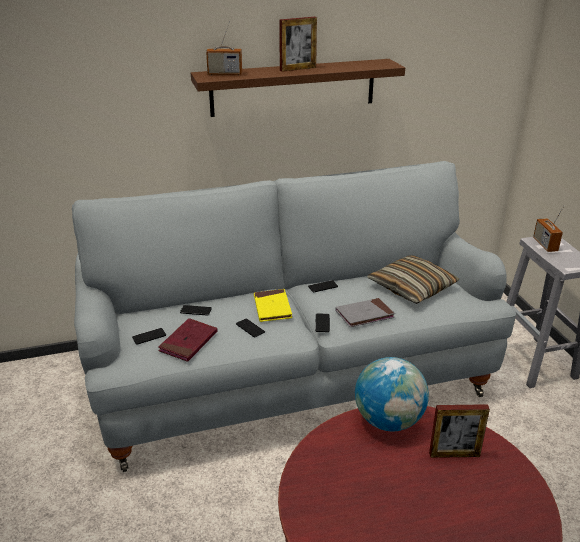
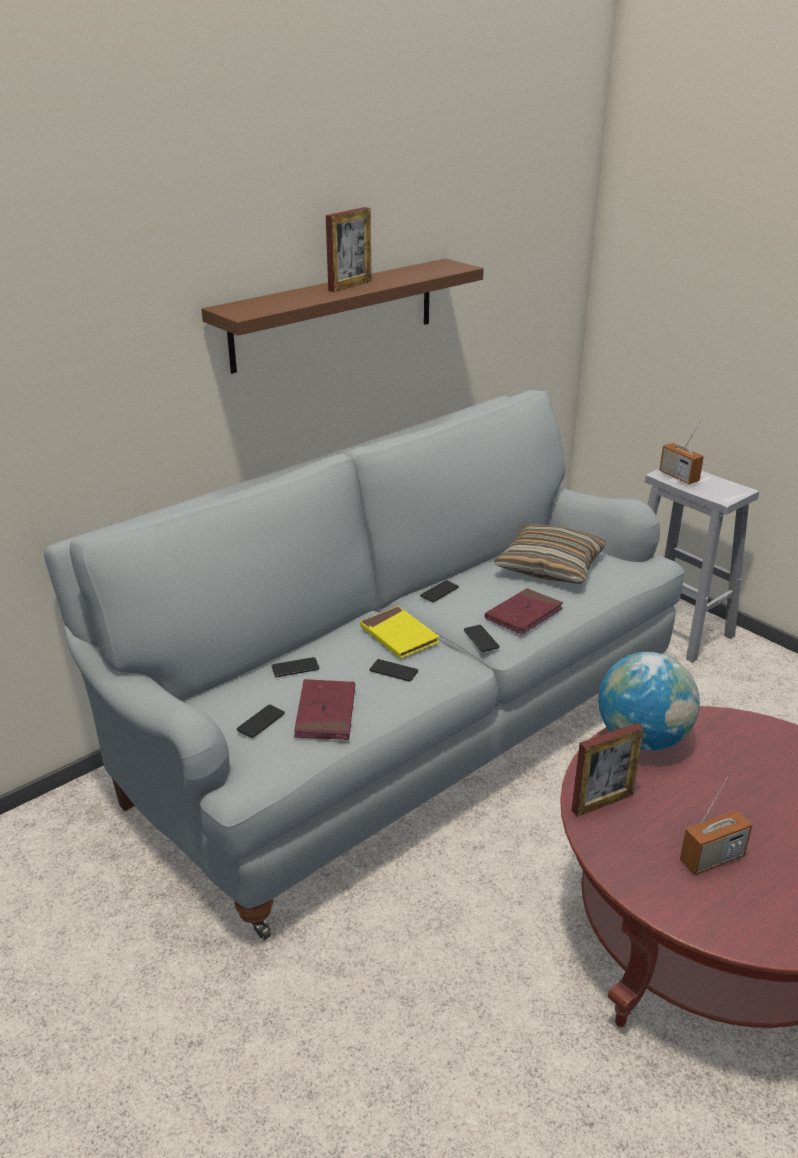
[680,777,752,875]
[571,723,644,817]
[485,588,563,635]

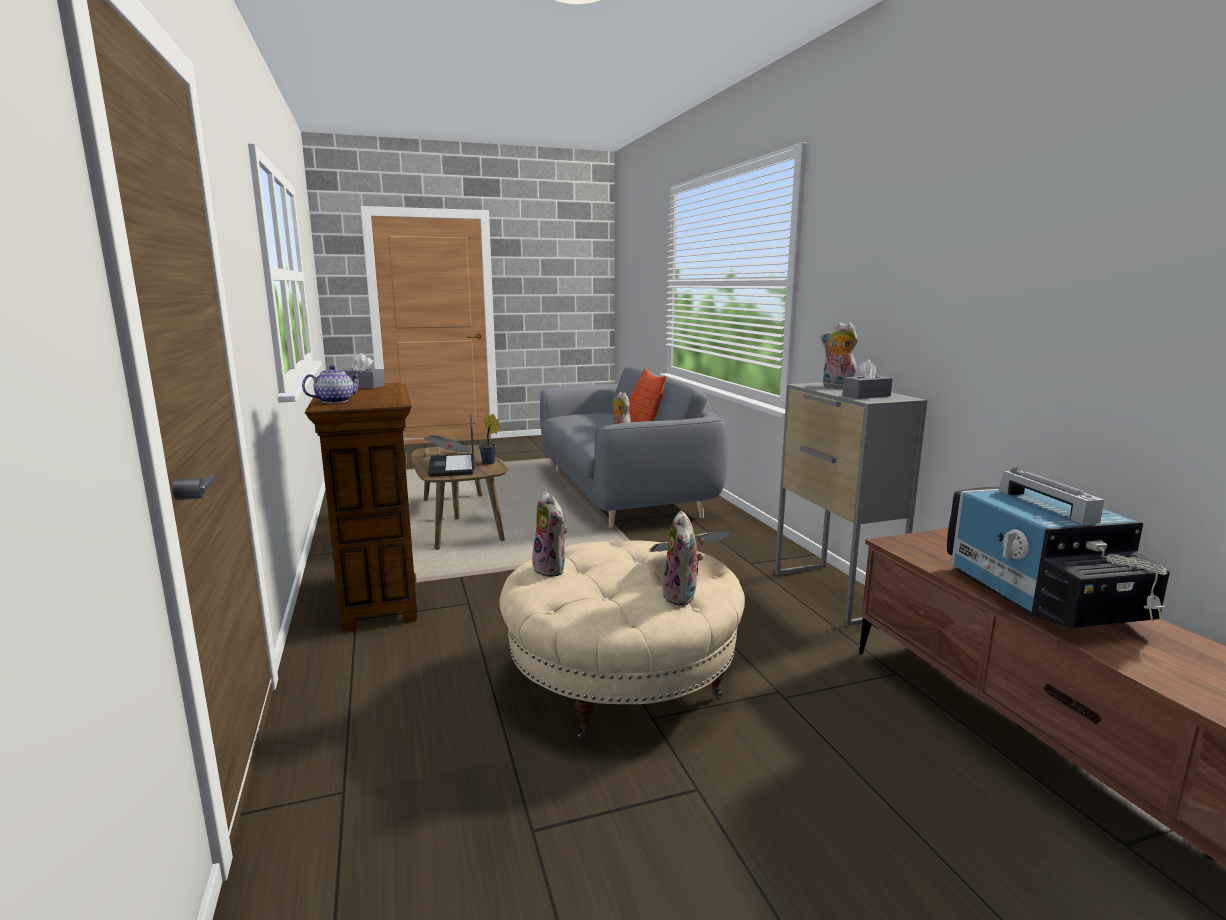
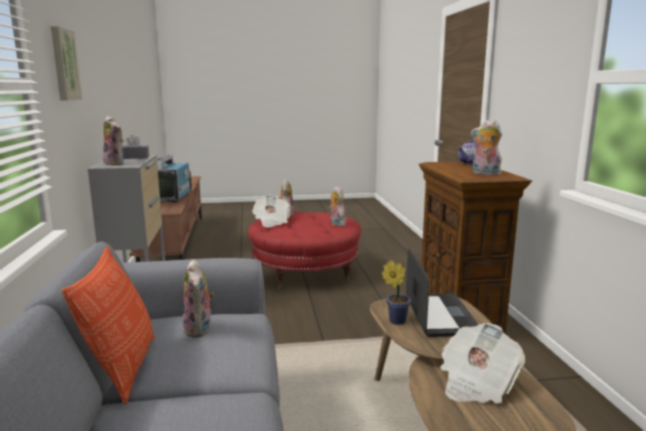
[51,26,82,101]
[471,120,502,176]
[248,212,361,289]

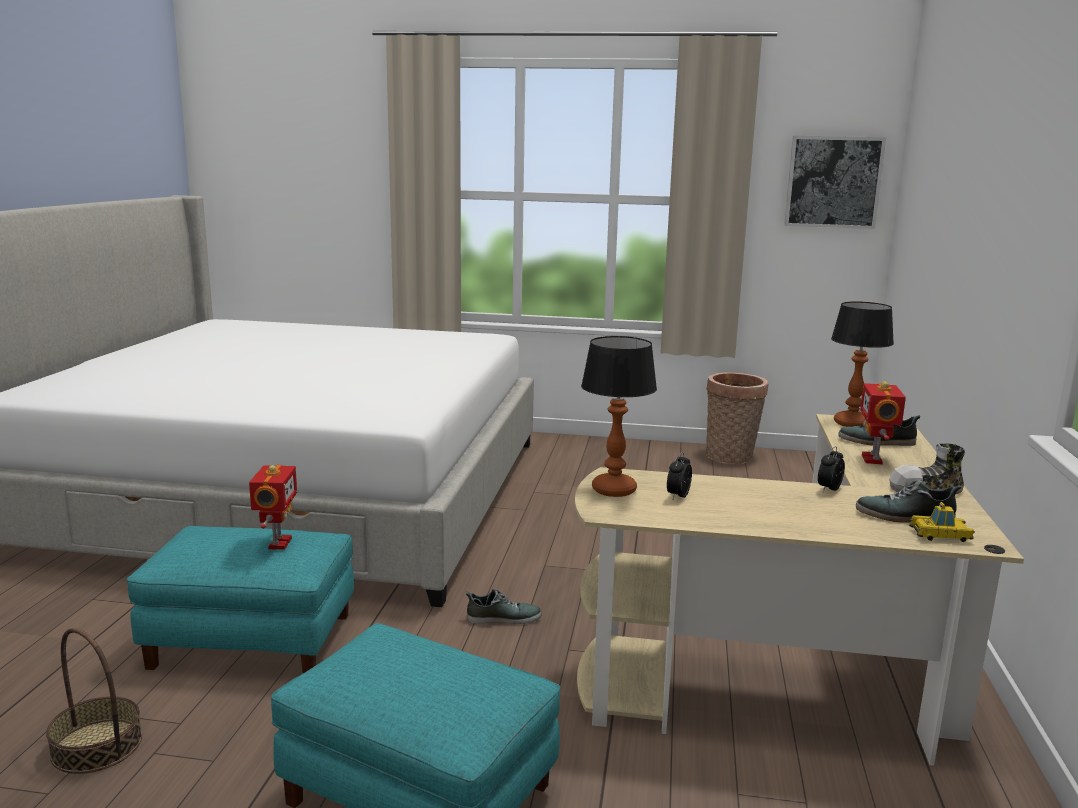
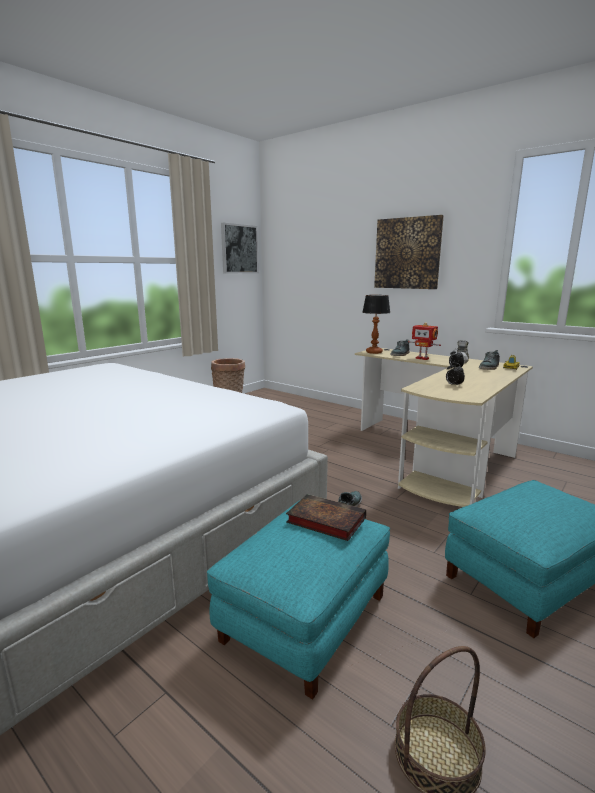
[581,336,657,497] (first image)
[374,215,444,289]
[286,494,366,541]

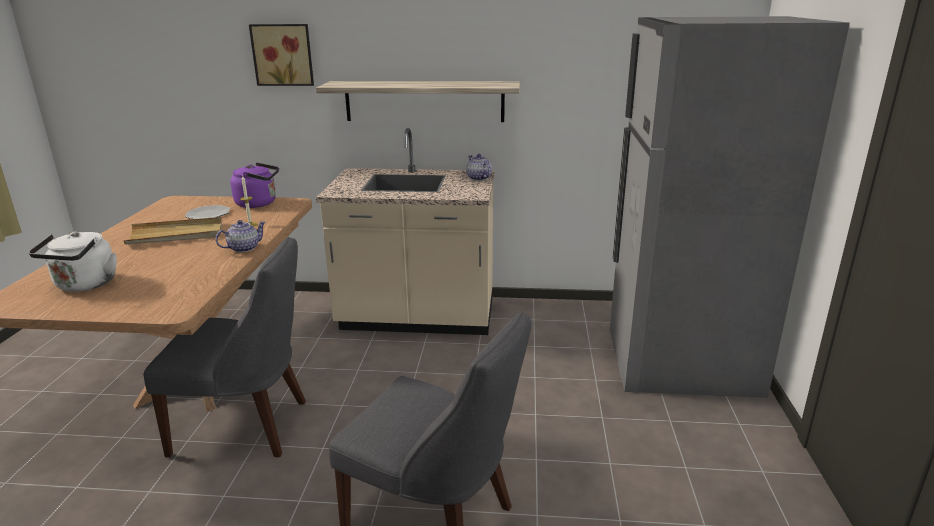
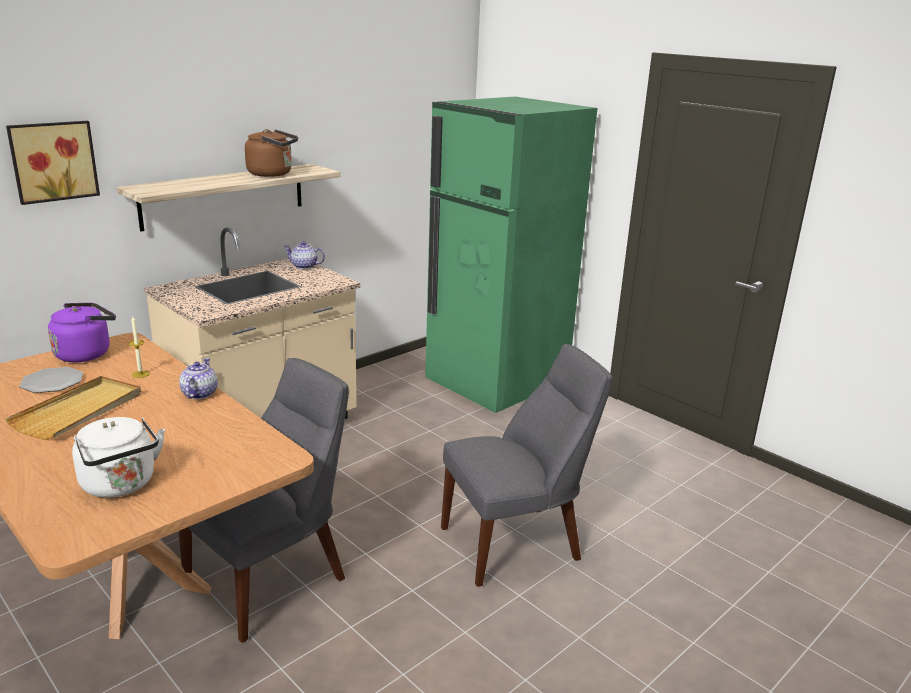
[245,129,298,177]
[425,97,597,413]

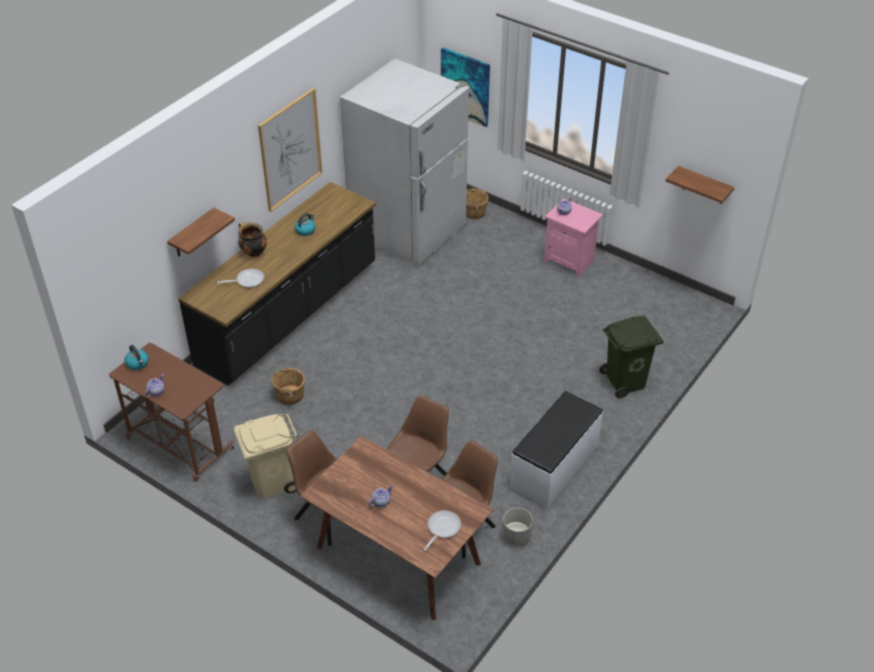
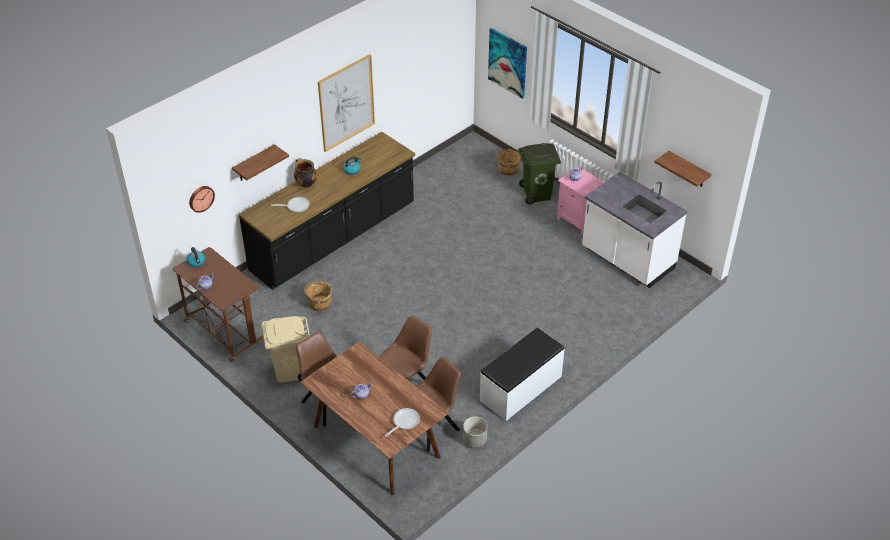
[340,58,469,265] (first image)
[189,186,215,213]
[582,172,688,288]
[518,143,561,204]

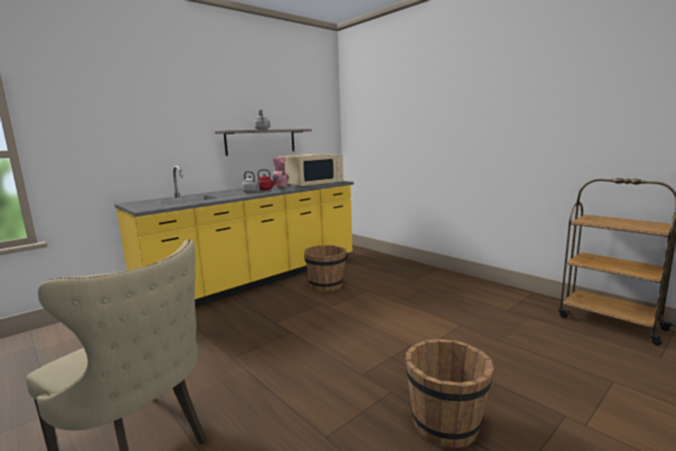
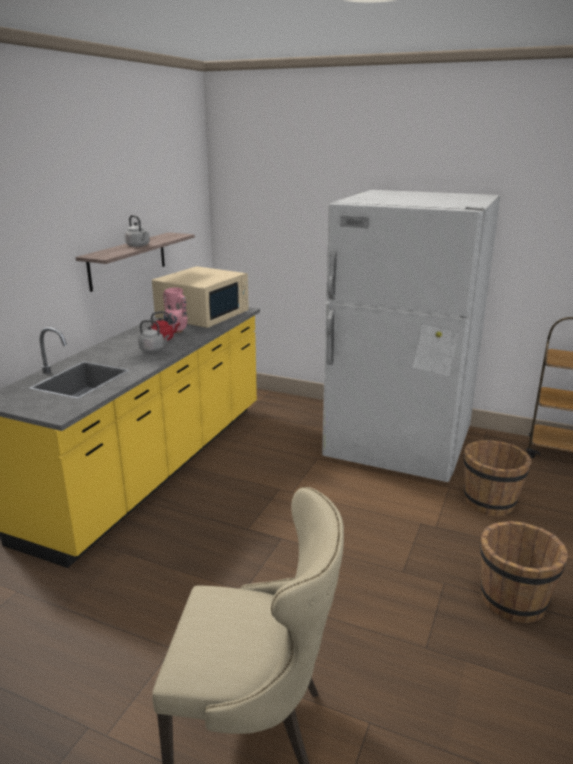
[322,190,501,482]
[464,440,532,516]

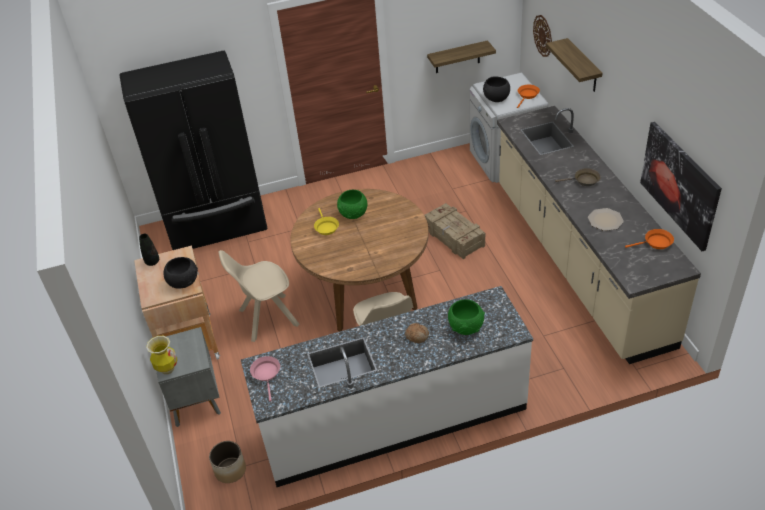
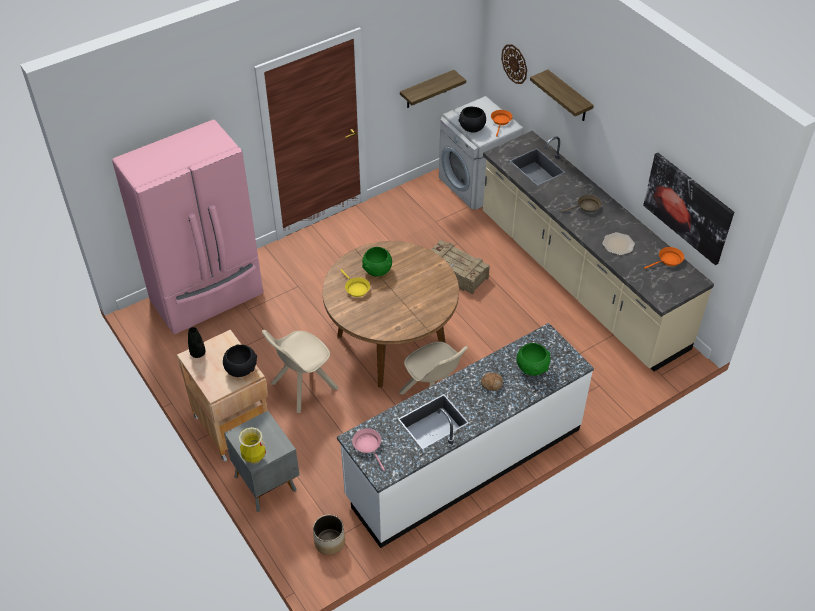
[112,120,263,334]

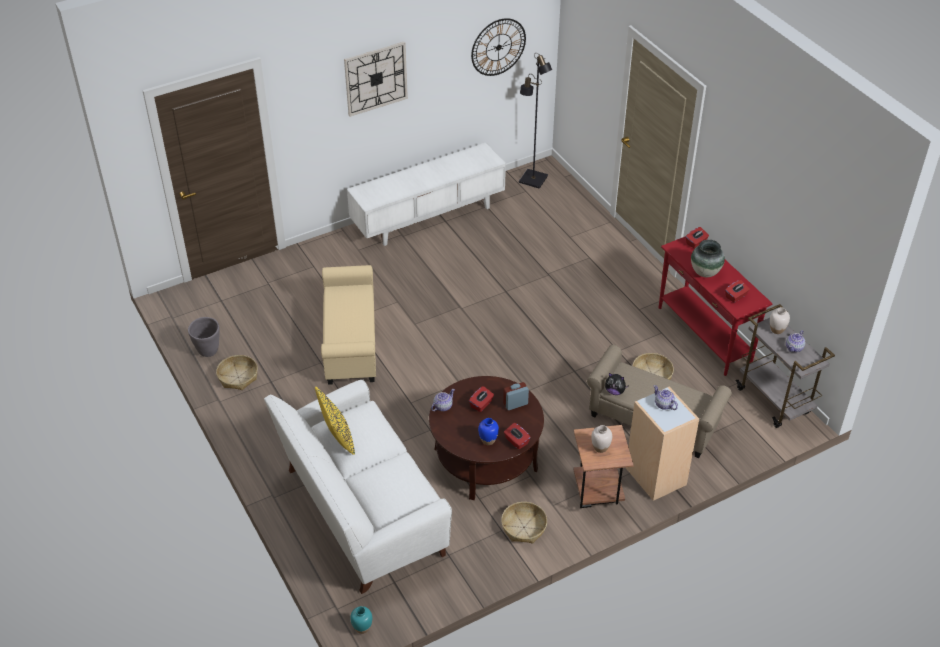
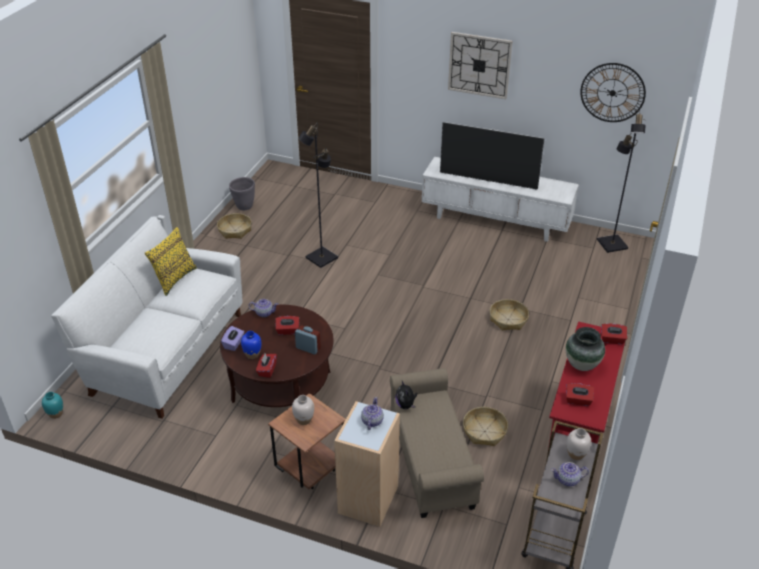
[221,326,244,351]
[440,122,545,190]
[490,299,529,331]
[299,123,338,268]

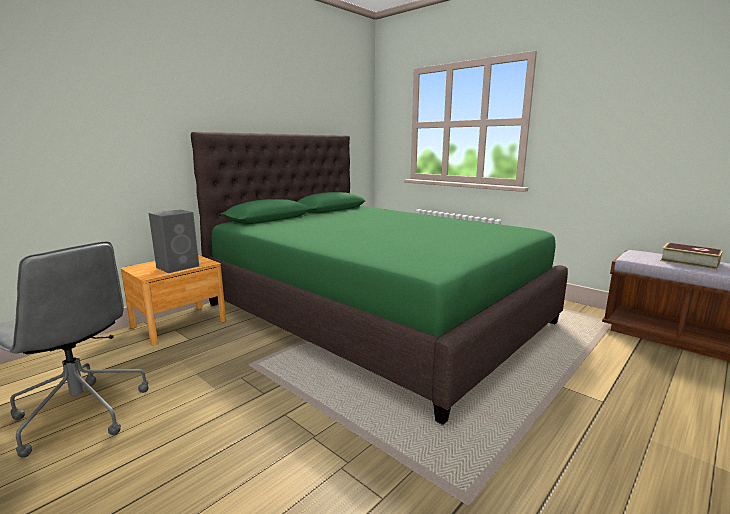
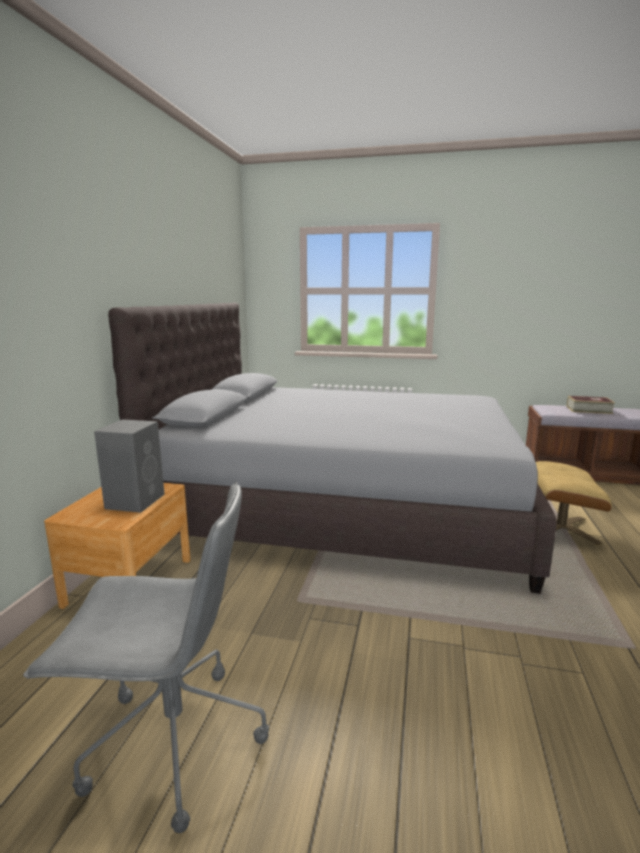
[536,461,612,546]
[108,303,557,594]

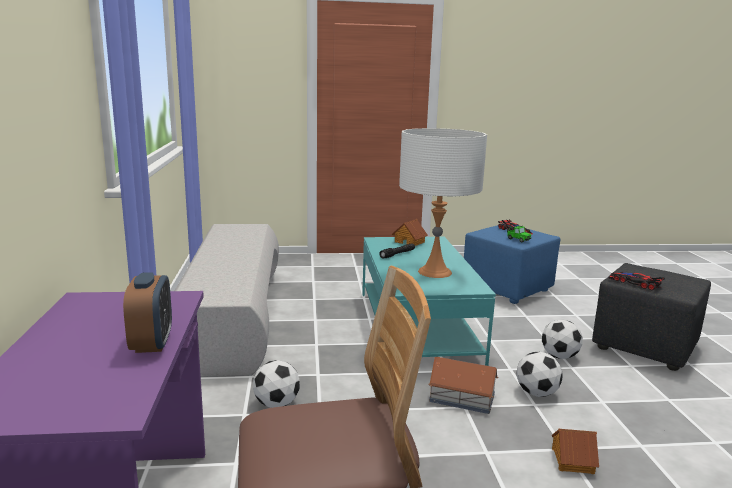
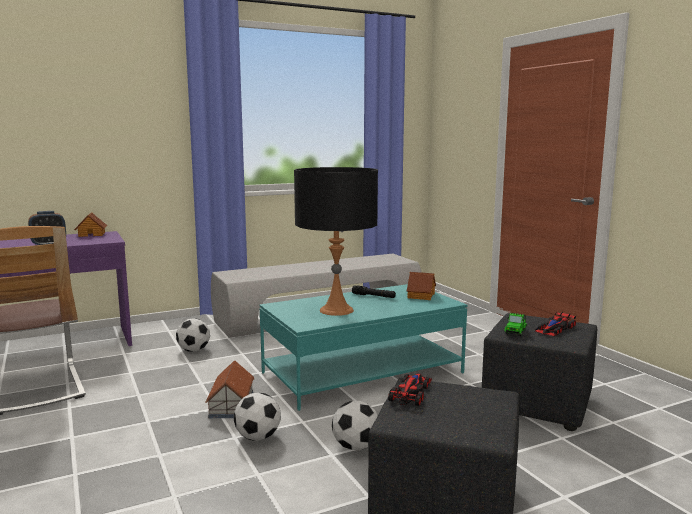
[74,212,107,237]
[294,167,378,316]
[482,313,597,431]

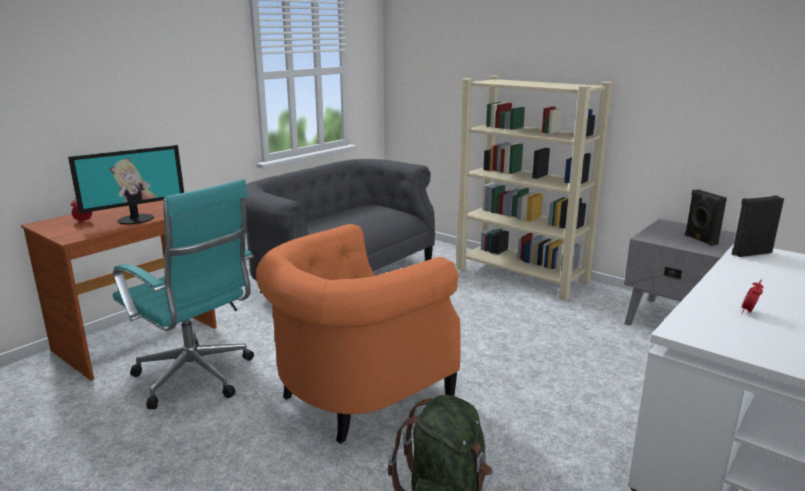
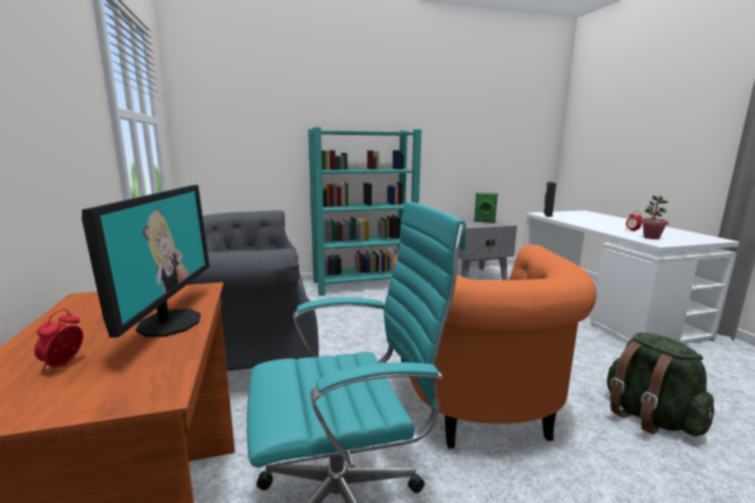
[641,195,669,239]
[308,127,421,296]
[474,192,498,223]

